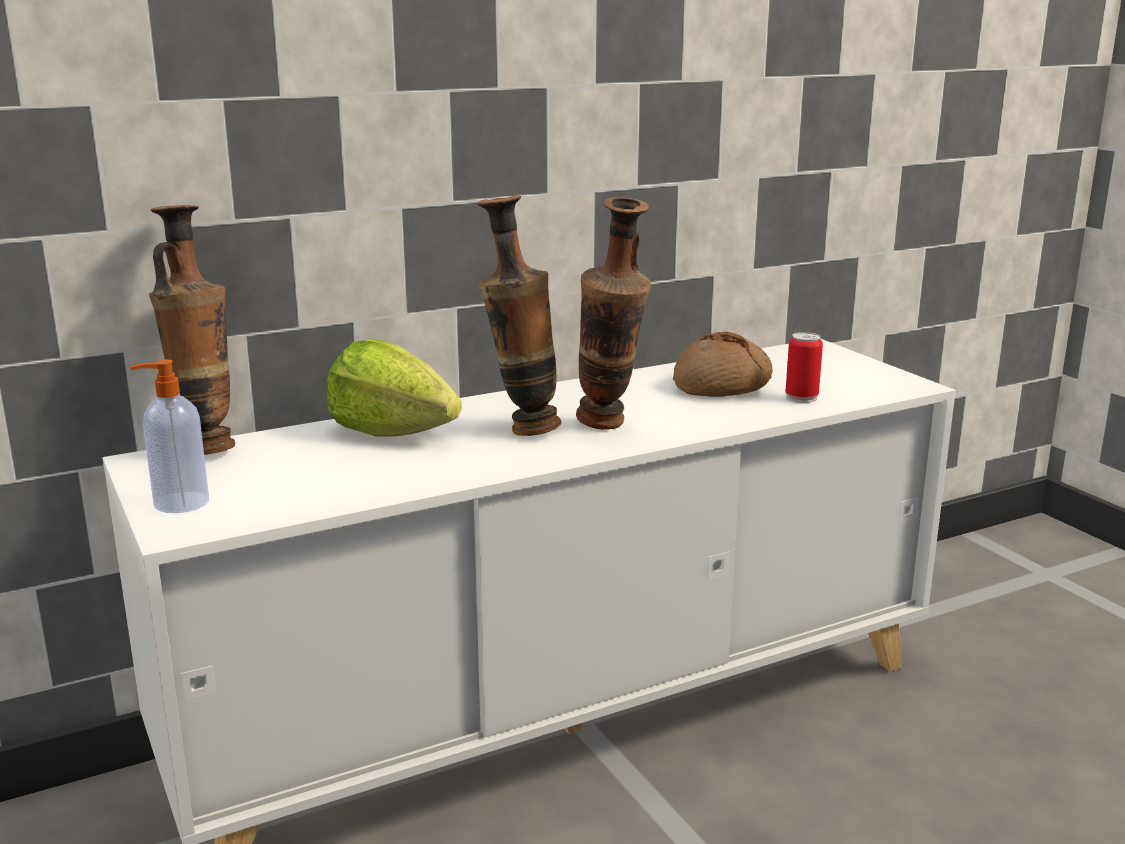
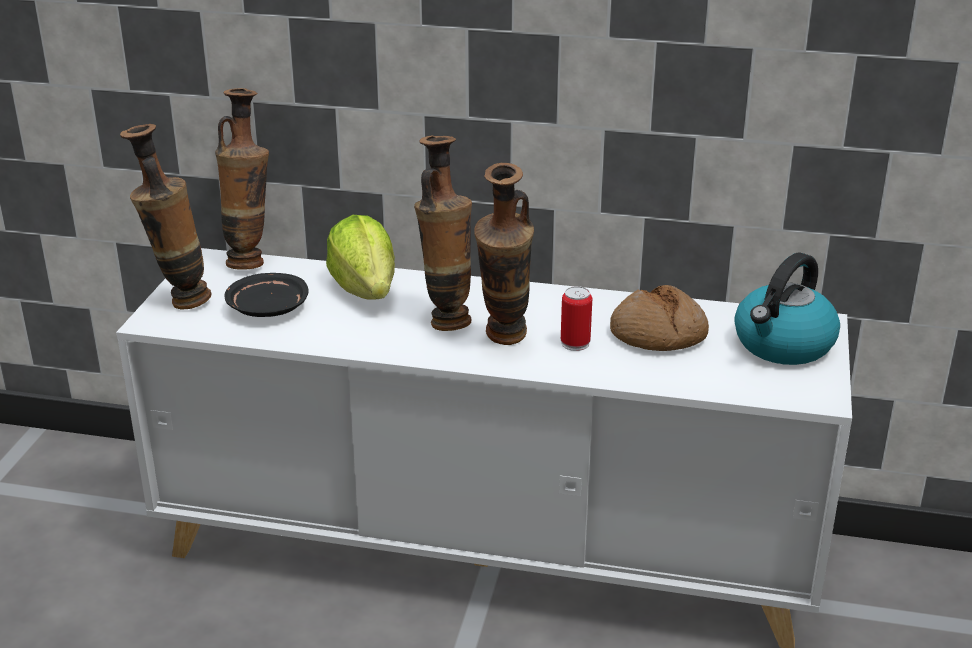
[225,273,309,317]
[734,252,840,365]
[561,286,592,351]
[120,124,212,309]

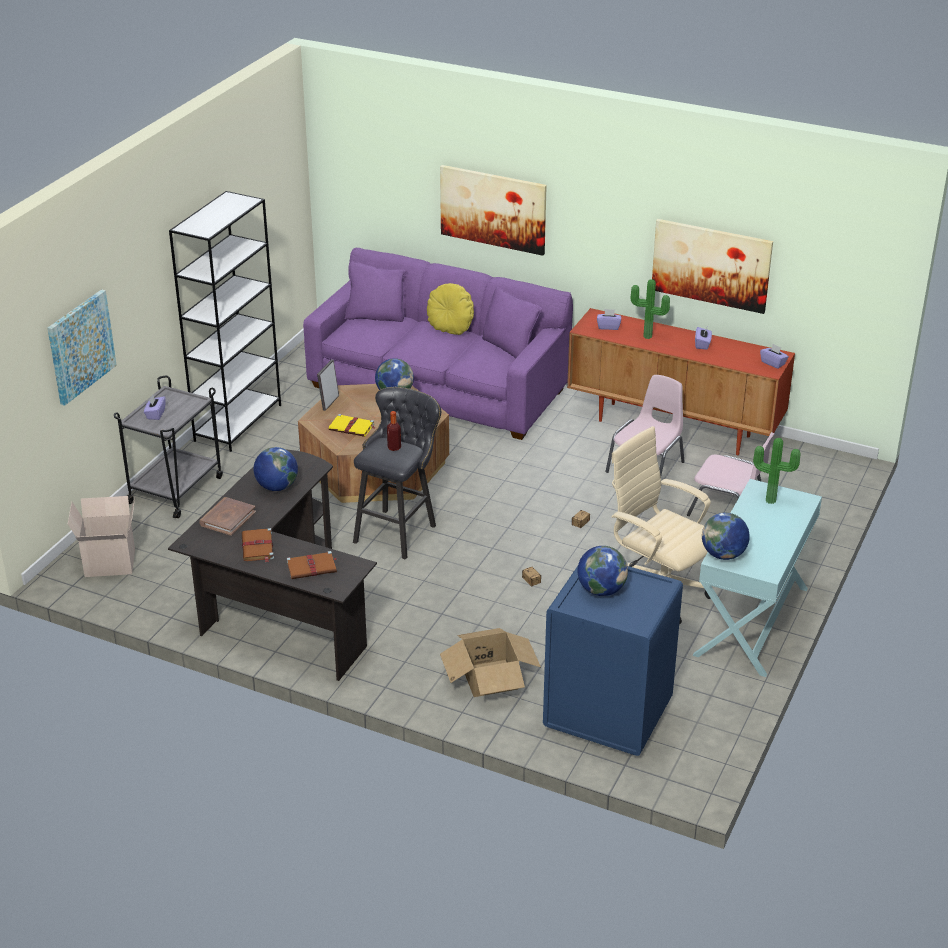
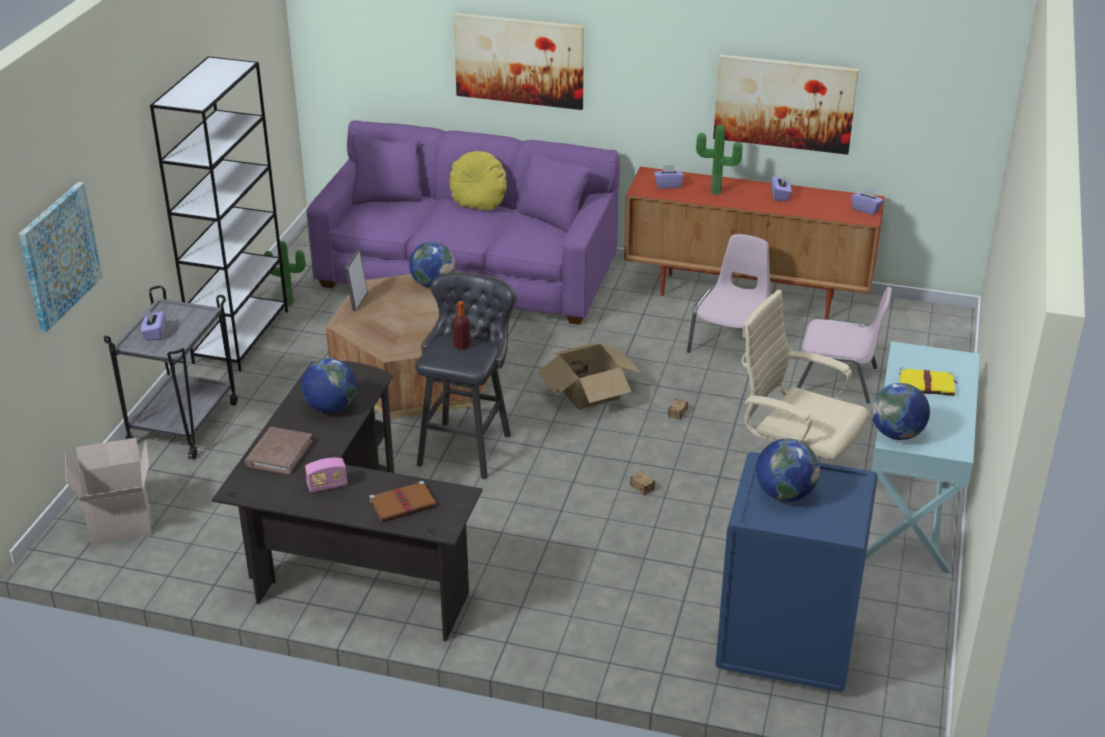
[900,367,958,396]
[538,344,642,410]
[264,241,306,306]
[305,458,348,493]

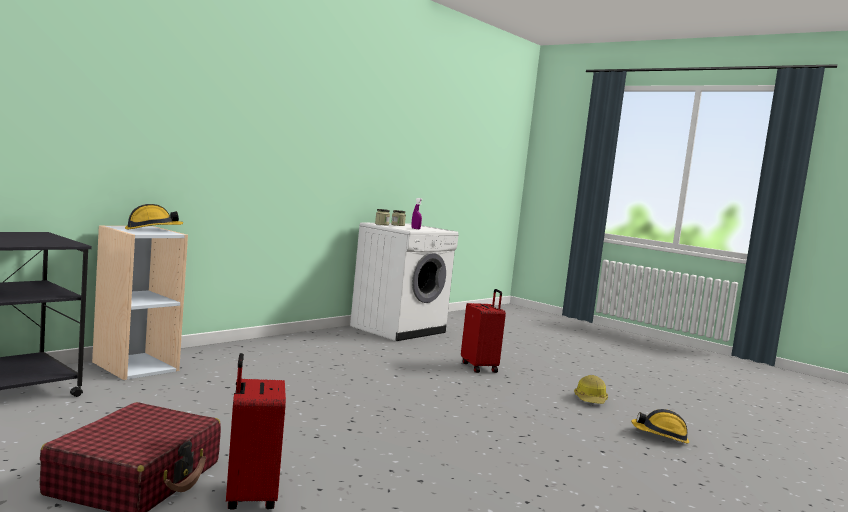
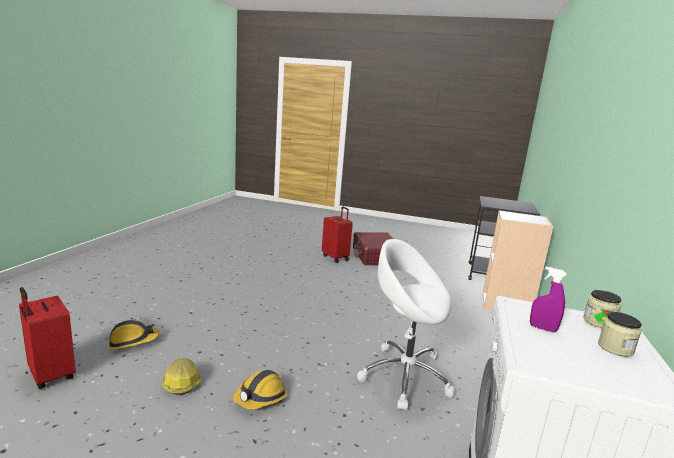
[357,239,455,410]
[233,370,287,409]
[19,287,76,389]

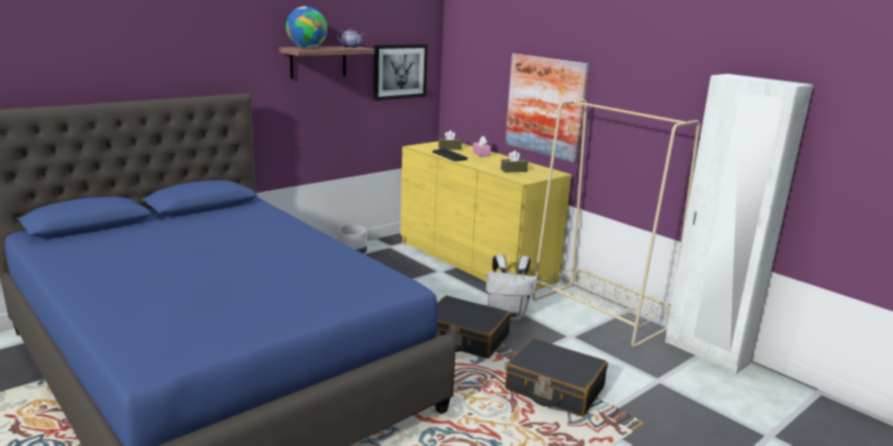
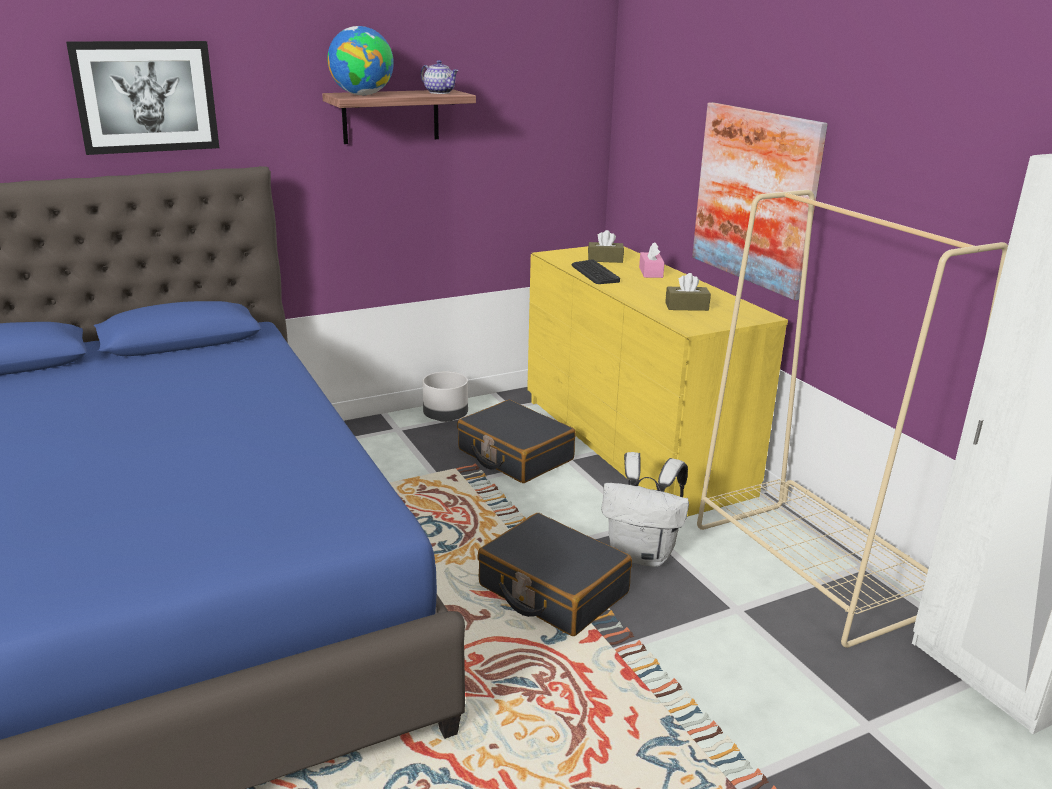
[66,41,219,155]
[457,400,576,483]

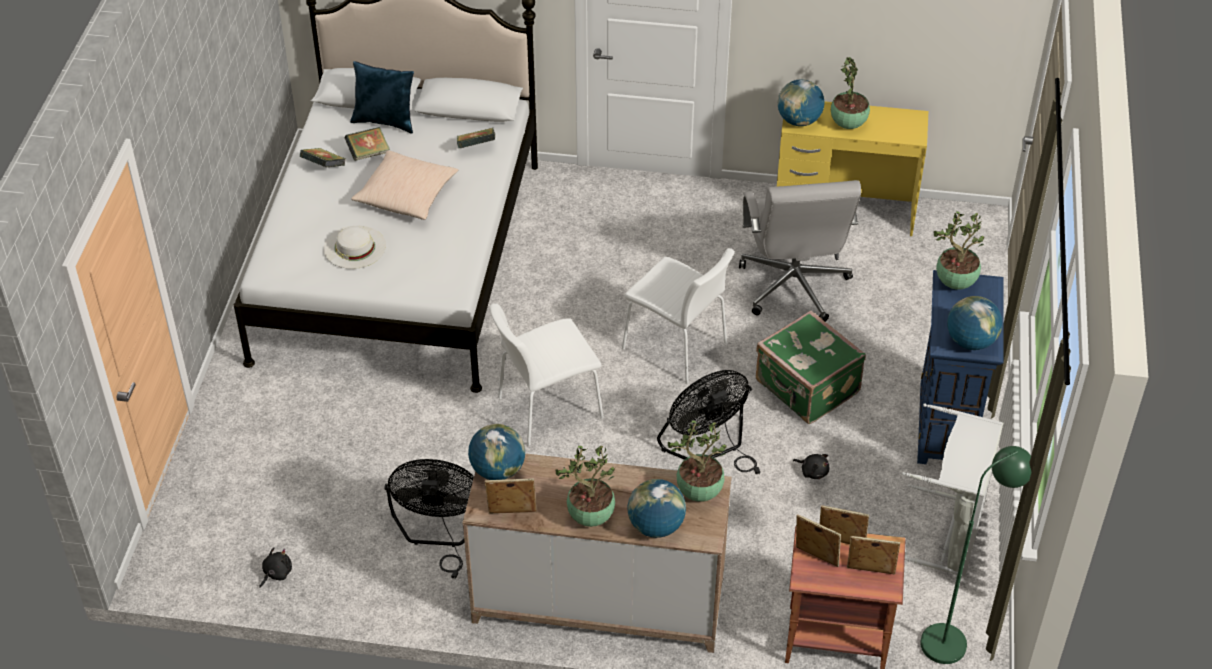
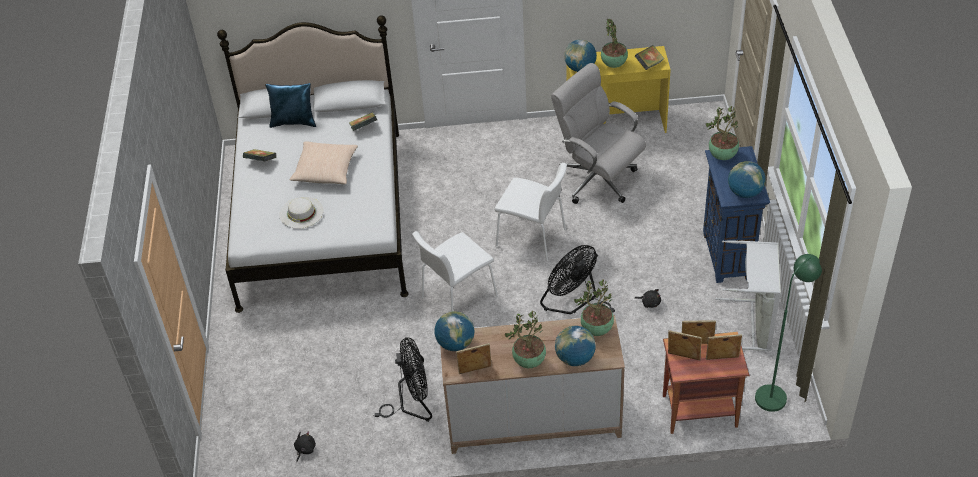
[756,310,866,424] (first image)
[635,45,664,70]
[374,337,432,422]
[551,63,646,204]

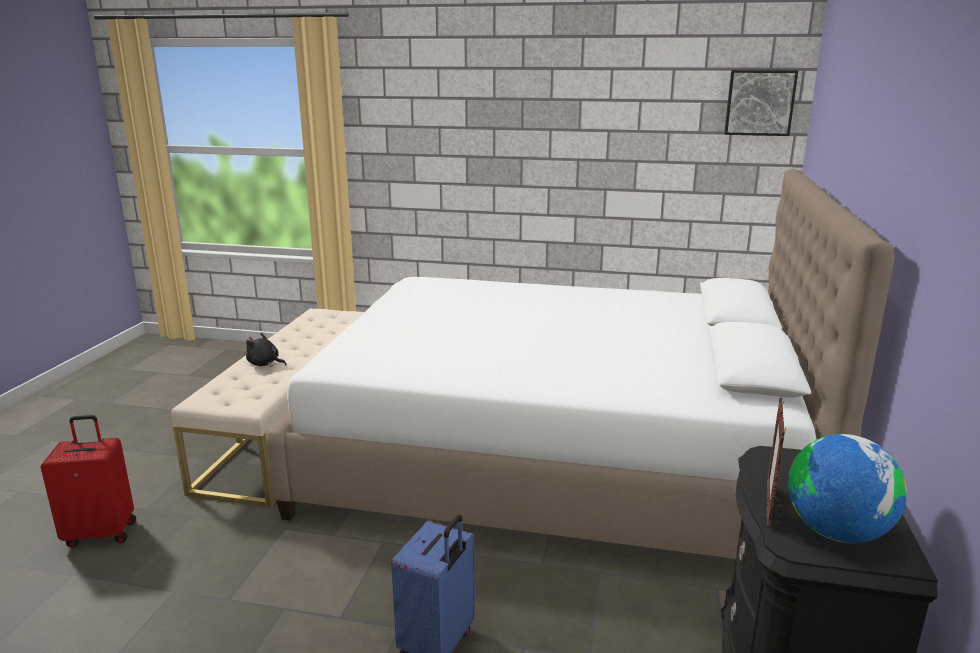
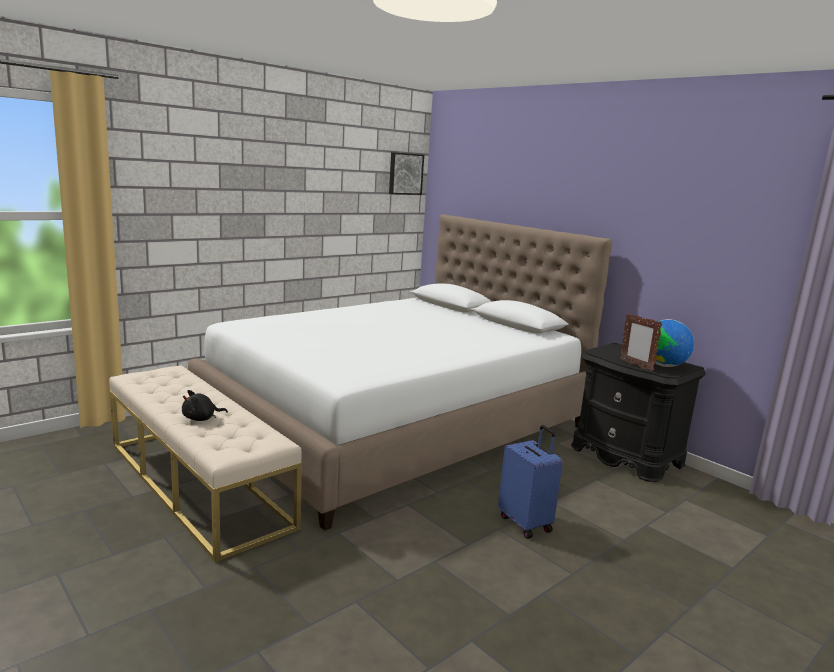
[40,415,136,547] (first image)

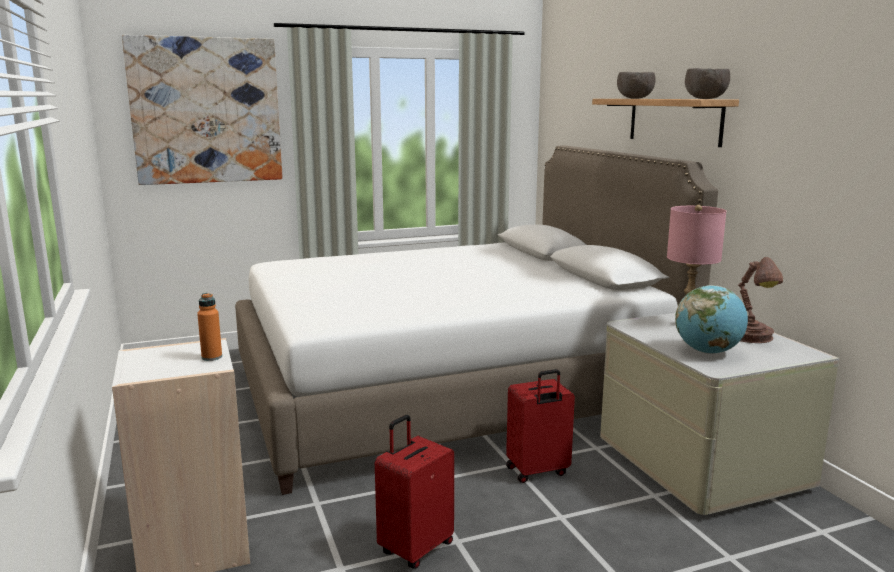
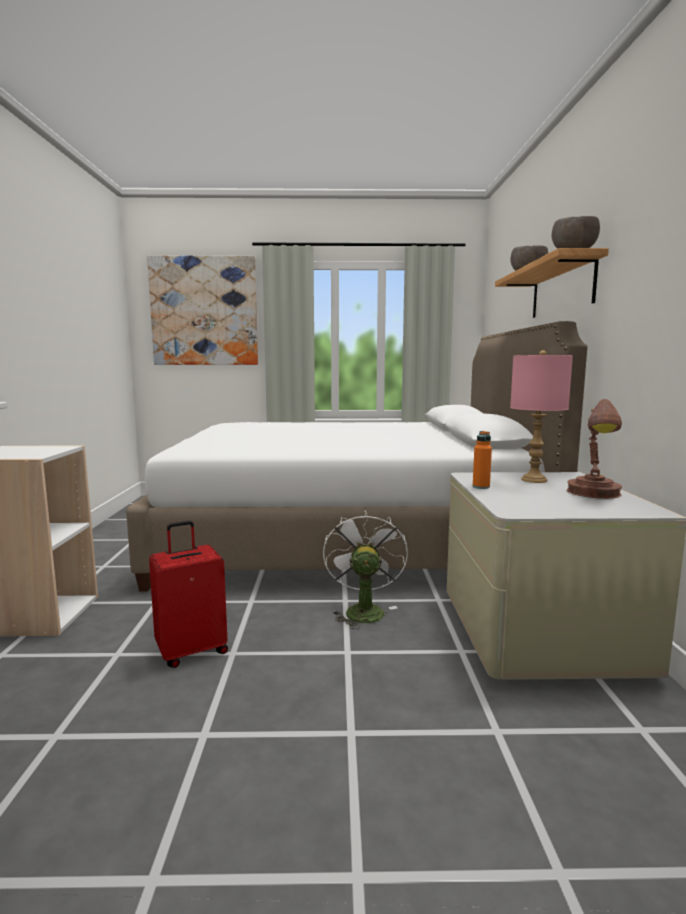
[675,285,748,354] (first image)
[473,431,492,489]
[323,510,408,629]

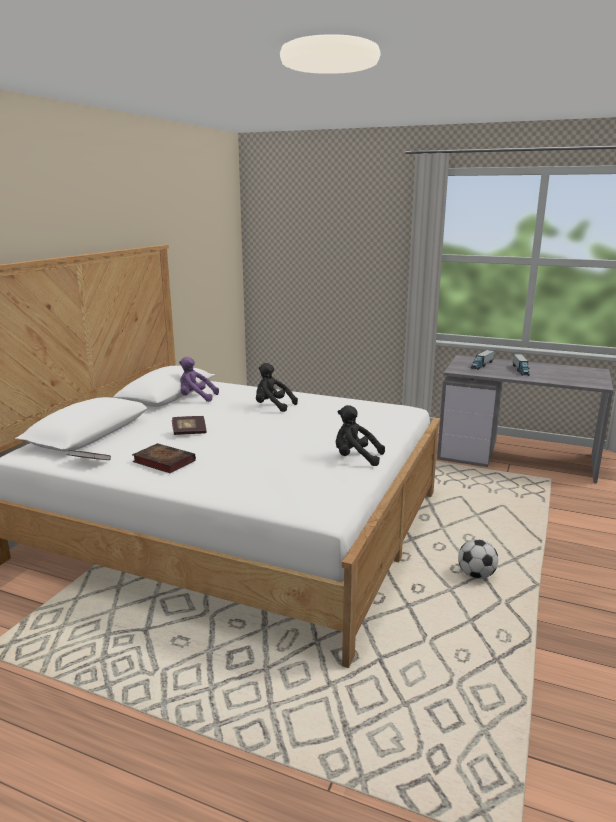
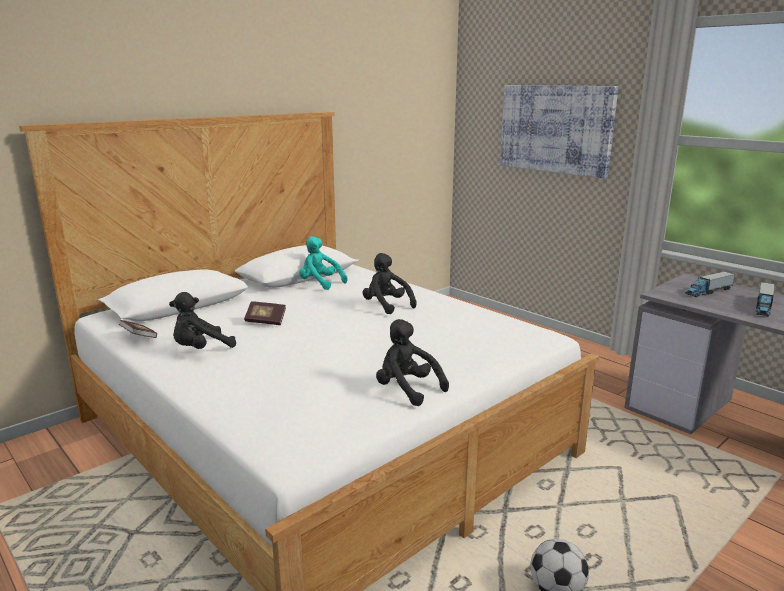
[500,85,618,178]
[169,292,236,349]
[299,236,347,290]

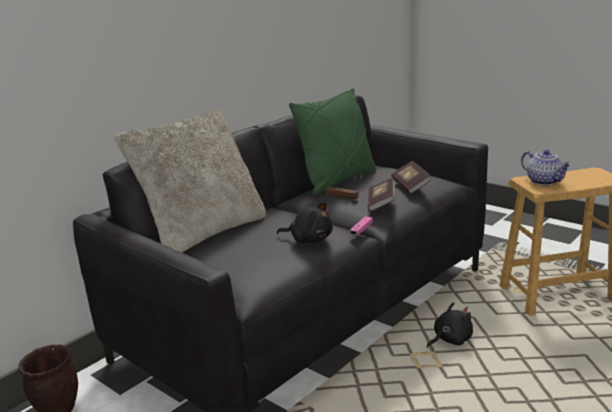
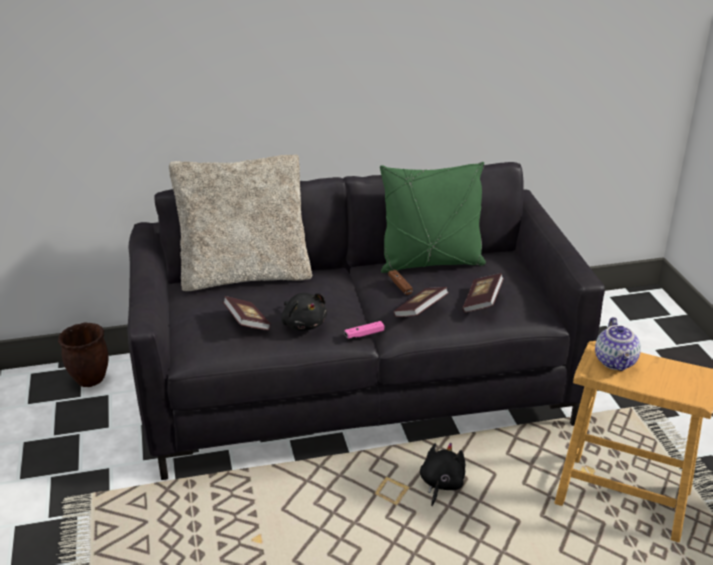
[223,296,271,330]
[420,443,465,506]

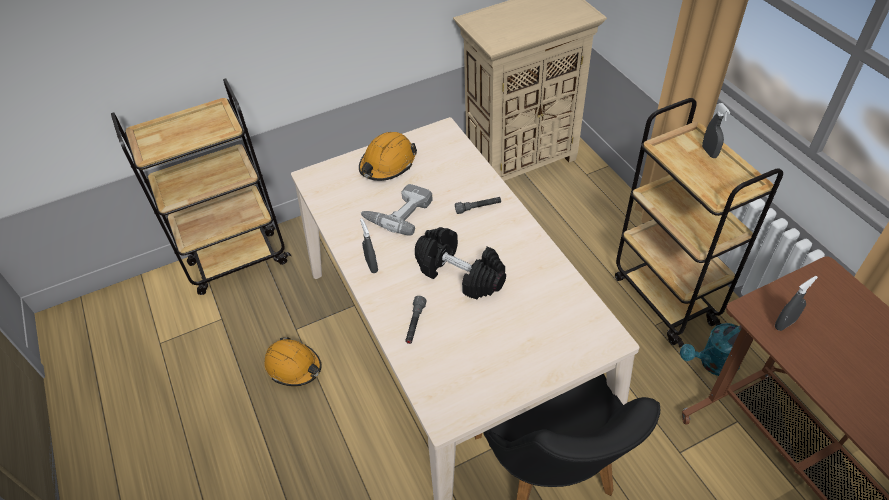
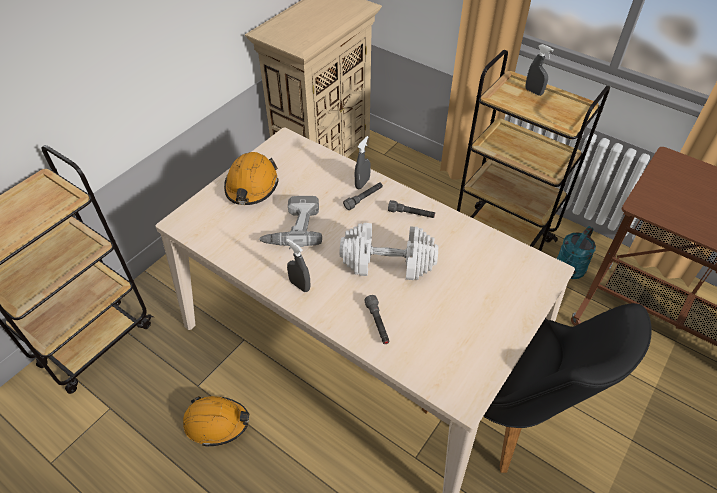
[388,200,435,218]
[355,136,371,189]
[340,223,438,280]

